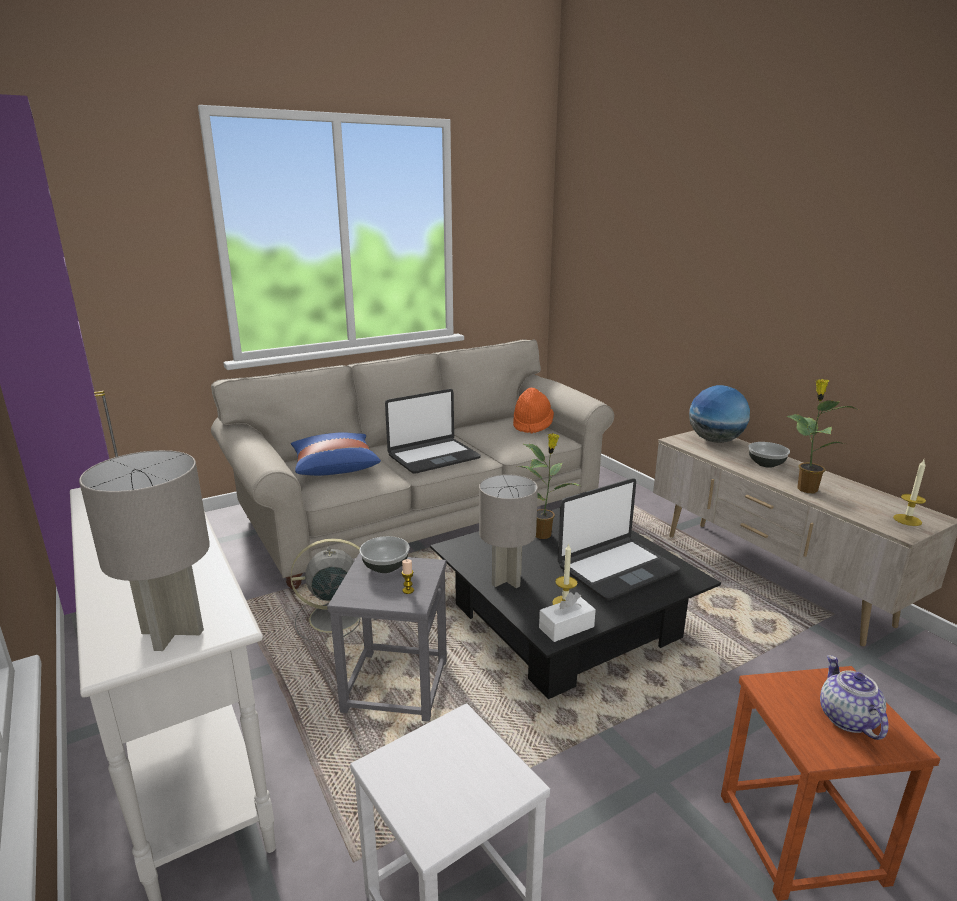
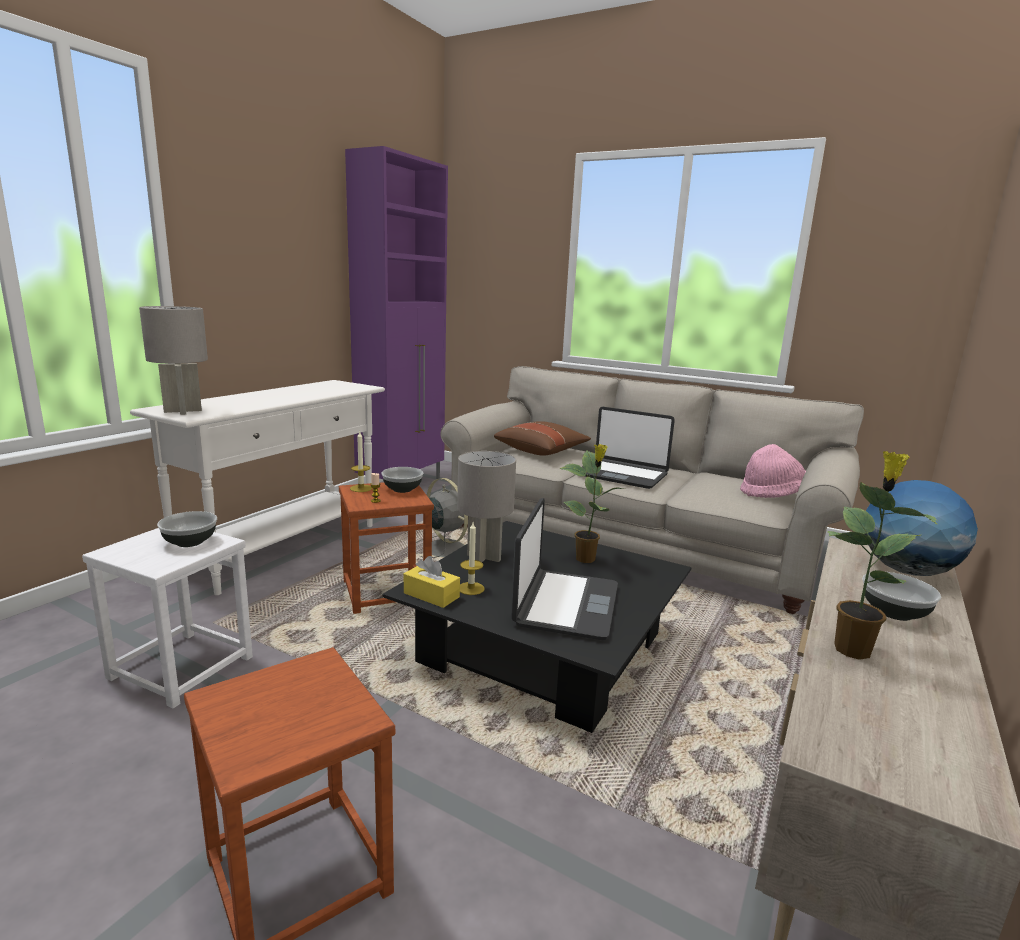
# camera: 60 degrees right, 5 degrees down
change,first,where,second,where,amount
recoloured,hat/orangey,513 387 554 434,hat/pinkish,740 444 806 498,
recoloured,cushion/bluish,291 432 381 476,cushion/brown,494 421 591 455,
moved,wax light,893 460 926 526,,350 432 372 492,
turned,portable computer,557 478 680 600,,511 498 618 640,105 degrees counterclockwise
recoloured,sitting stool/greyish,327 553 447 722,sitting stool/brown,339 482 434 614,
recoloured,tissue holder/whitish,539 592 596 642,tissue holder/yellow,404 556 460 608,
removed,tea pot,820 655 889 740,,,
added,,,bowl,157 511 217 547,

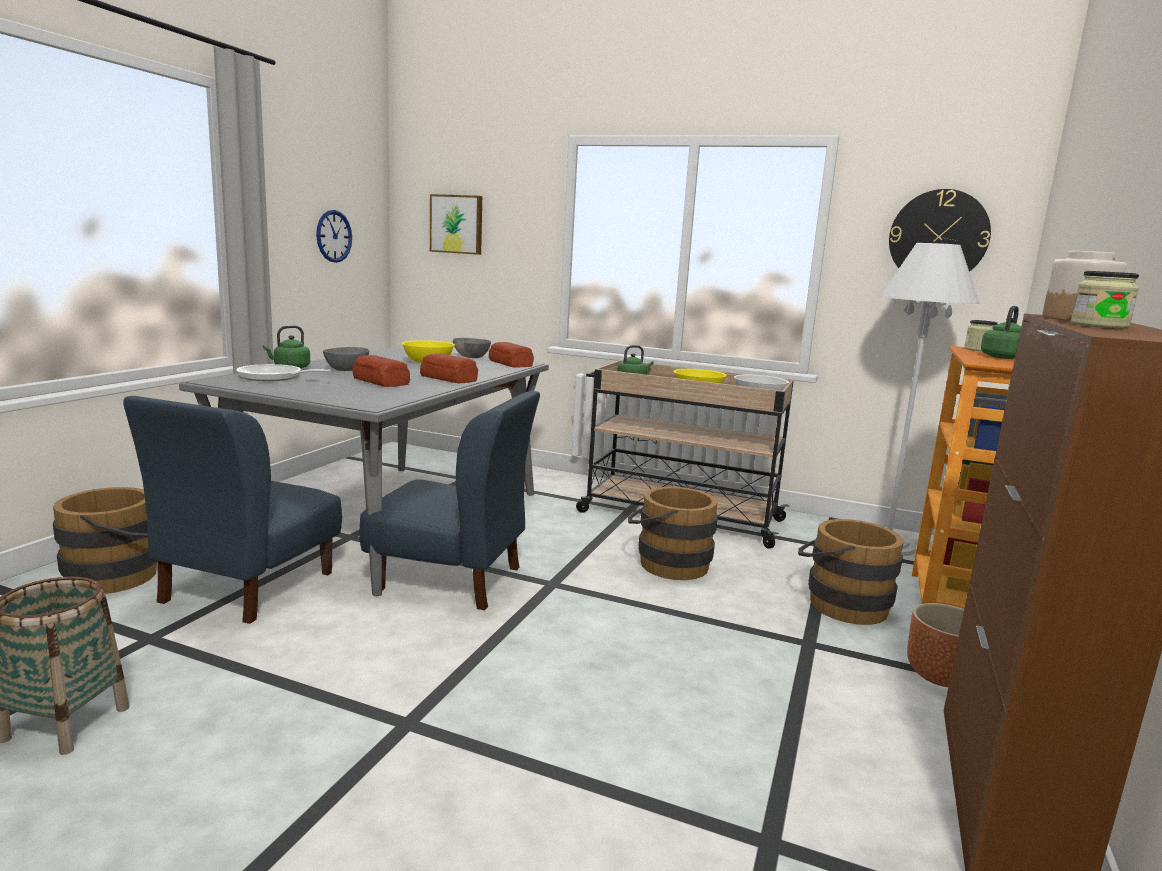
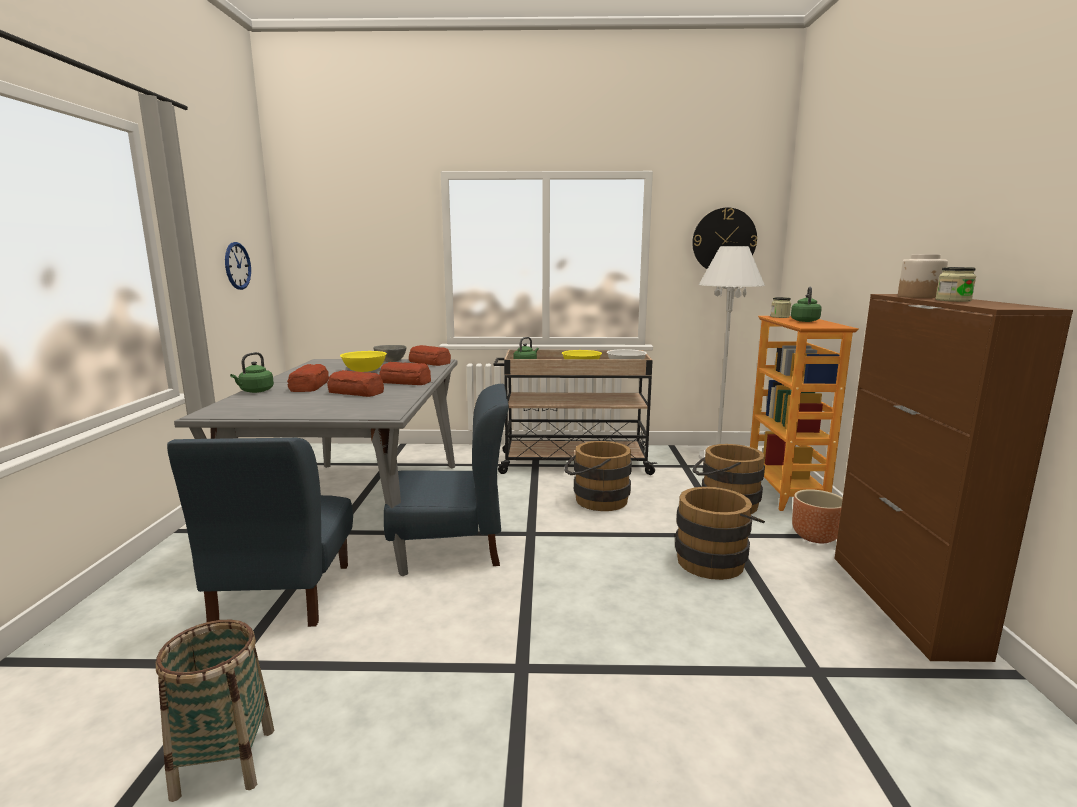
# camera: 20 degrees left, 0 degrees up
change,first,where,second,where,amount
removed,wall picture,430 194 482 255,,,
replaced,bowl/greyish,323 347 369 371,baked bread,287 364 329 392,
removed,pan,236 364 332 381,,,
moved,bucket/brown,53 487 157 594,,675 487 765 580,

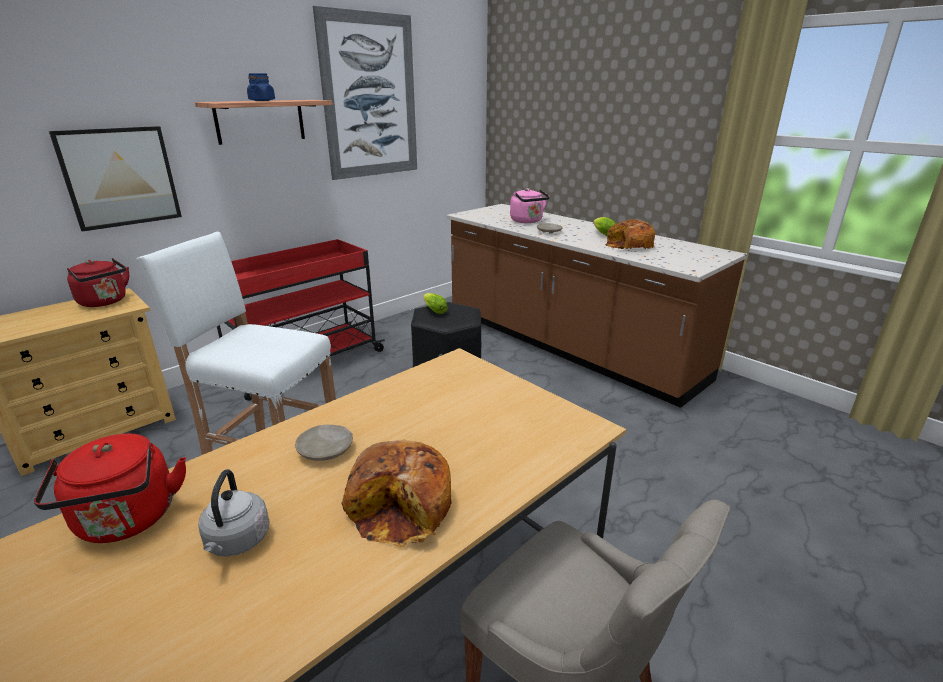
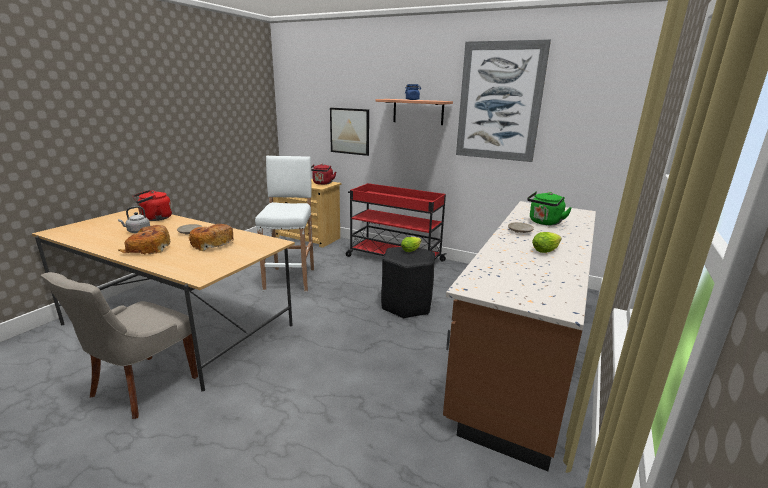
# camera: 70 degrees right, 5 degrees down
change,first,where,second,where,amount
recoloured,tea kettle/pinkish,510 188 550 223,tea kettle/greenish,527 191 572 225,
moved,baked bread,605 219 655 249,,189 224 234 251,

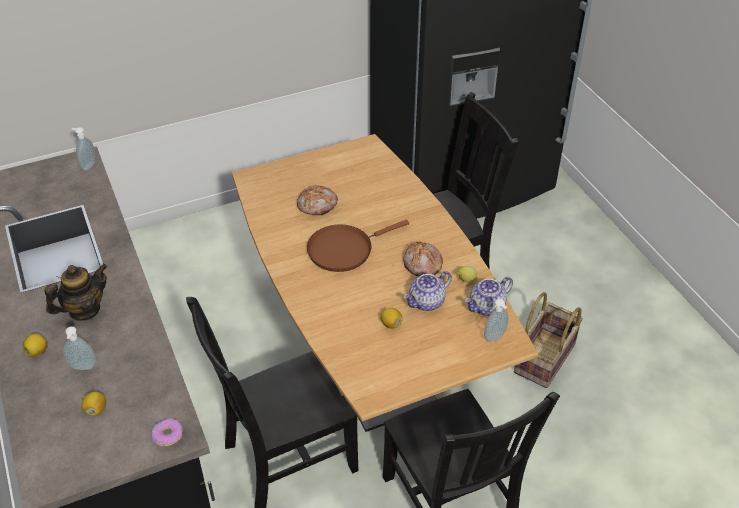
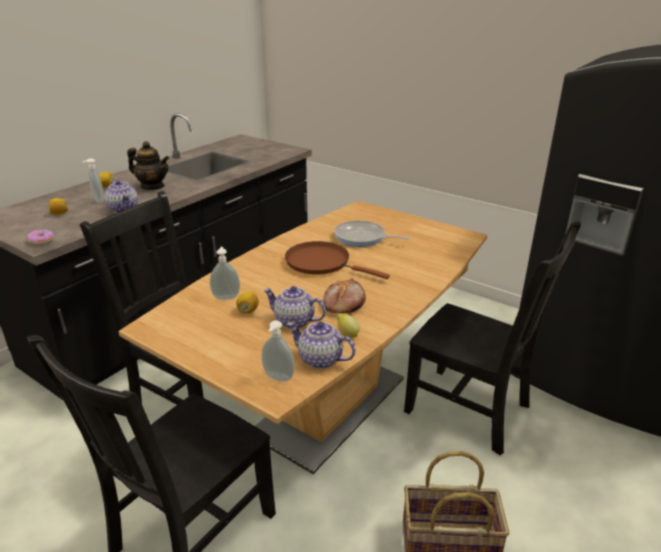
# camera: 60 degrees right, 15 degrees down
change,first,where,second,where,amount
moved,soap bottle,72 127 96 171,,210 247 240 300,
replaced,baked bread,297 185 338 215,pan,334 220 410 247,
added,,,tea pot,104 180 138 213,

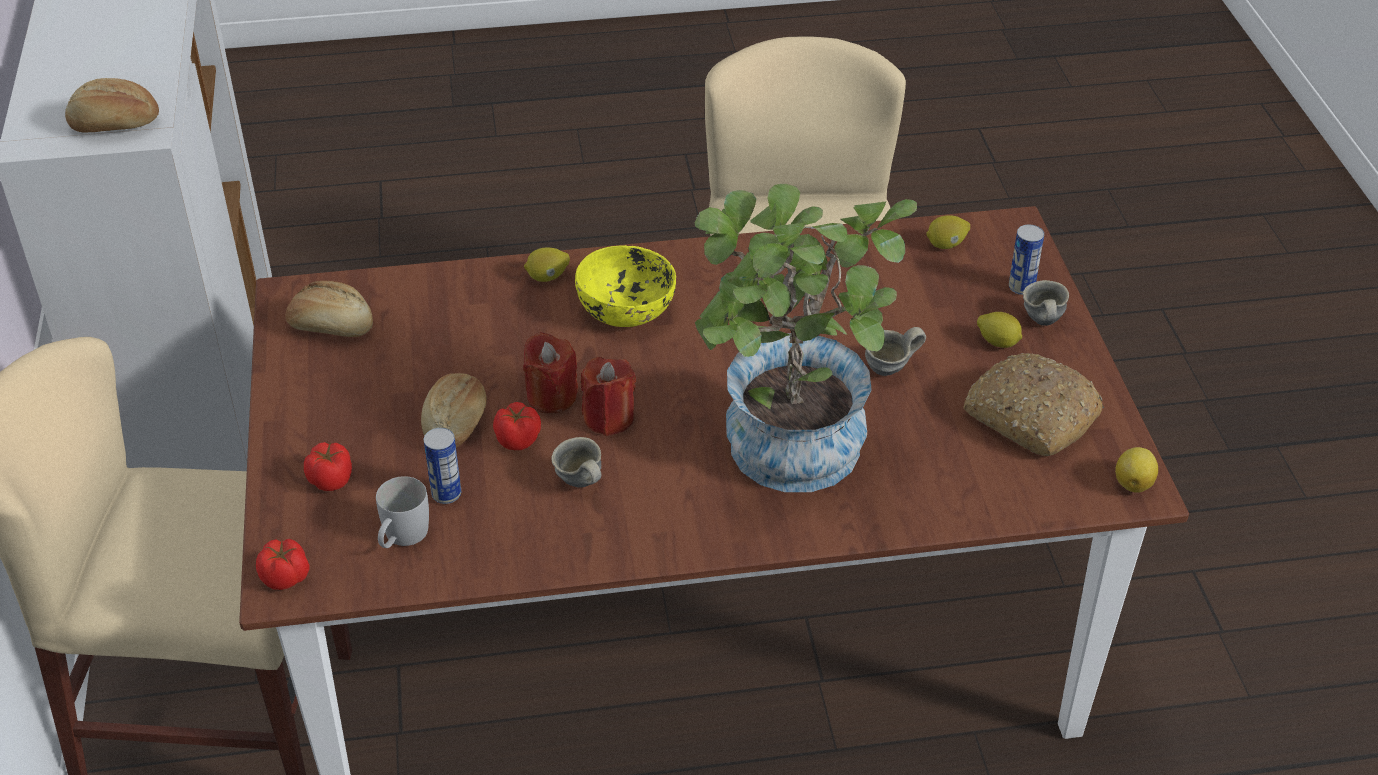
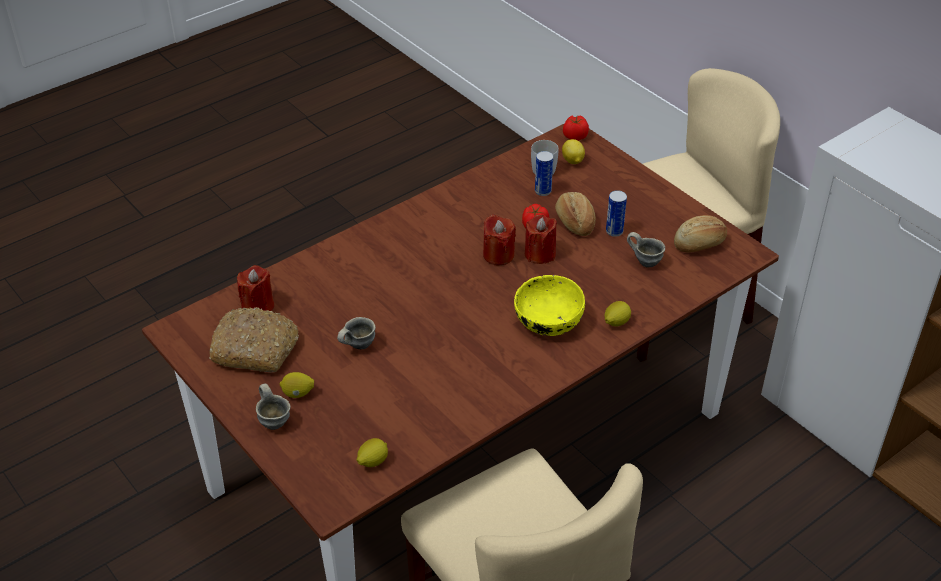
# camera: 150 degrees right, 0 degrees up
change,first,where,second,where,amount
removed,baked bread,65 78 159 133,,,
removed,potted plant,694 184 917 492,,,
moved,metal can,1009 225 1044 295,,606 190 627 237,
moved,tea mug/greyish,552 437 601 488,,627 232 665 268,
removed,tomato,304 442 352 491,,,
moved,lemon,1115 447 1158 493,,562 139 585 164,
added,,,wax light/red-coloured,237 265 274 311,

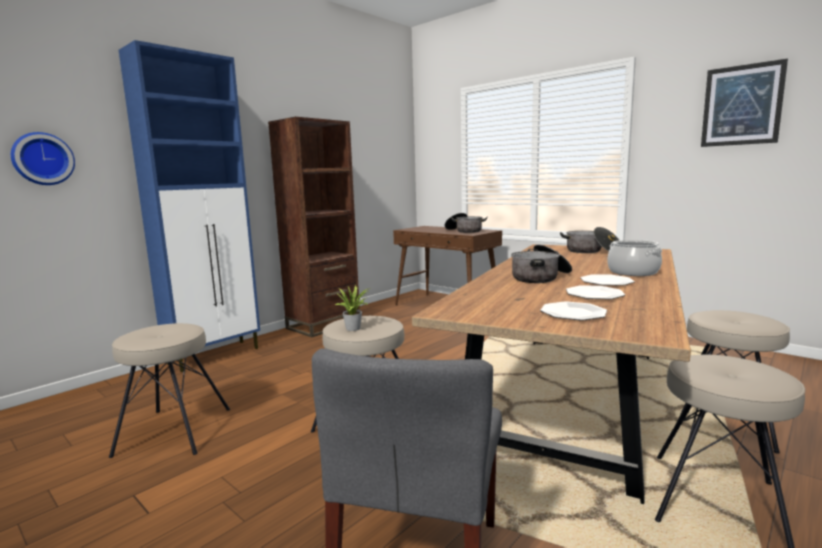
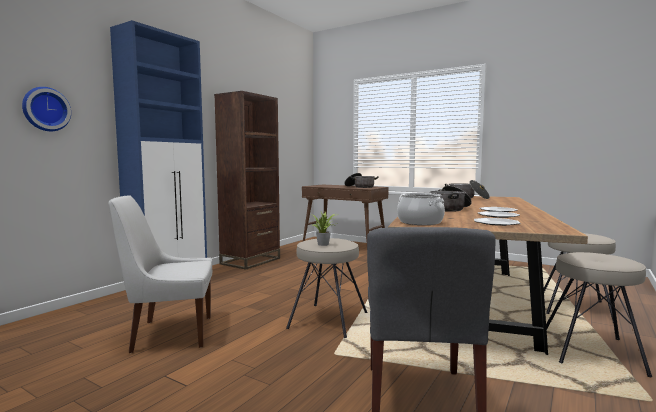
# camera: 10 degrees left, 5 degrees down
change,first,where,second,where,amount
removed,wall picture,701 59 788 147,,,
moved,stockpot,607 240 662 276,,397 193 445 225,
replaced,sitting stool/beige,109 323 230 458,plain chair/whitish,108 195 212 353,

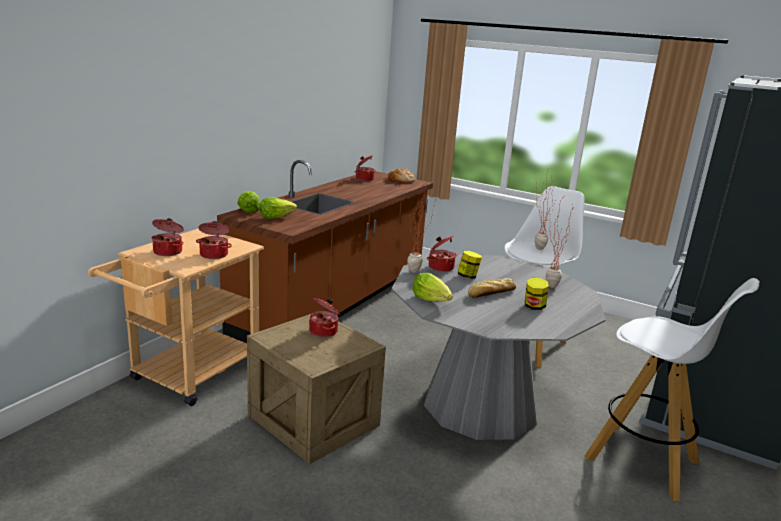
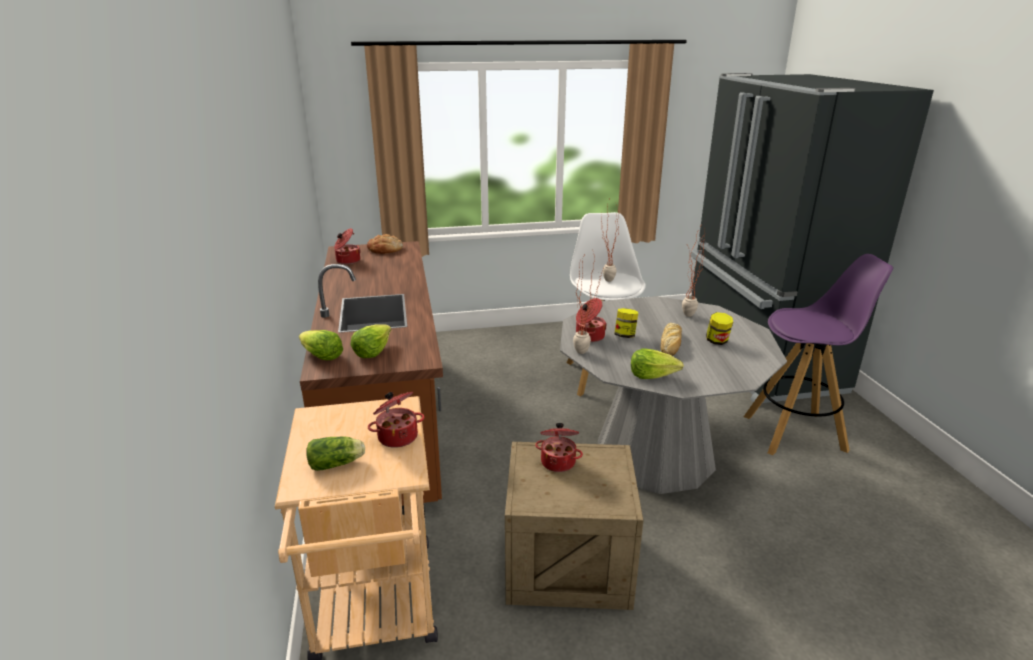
# camera: 40 degrees left, 5 degrees up
change,first,where,second,where,amount
replaced,stockpot,152 218 184 256,lettuce,307 437 365 471,
recoloured,sitting stool/whitish,585 278 760 501,sitting stool/purple,744 254 893 455,

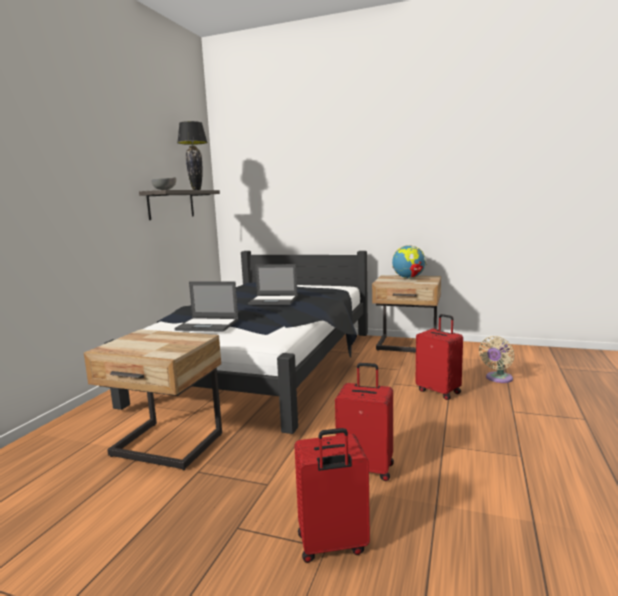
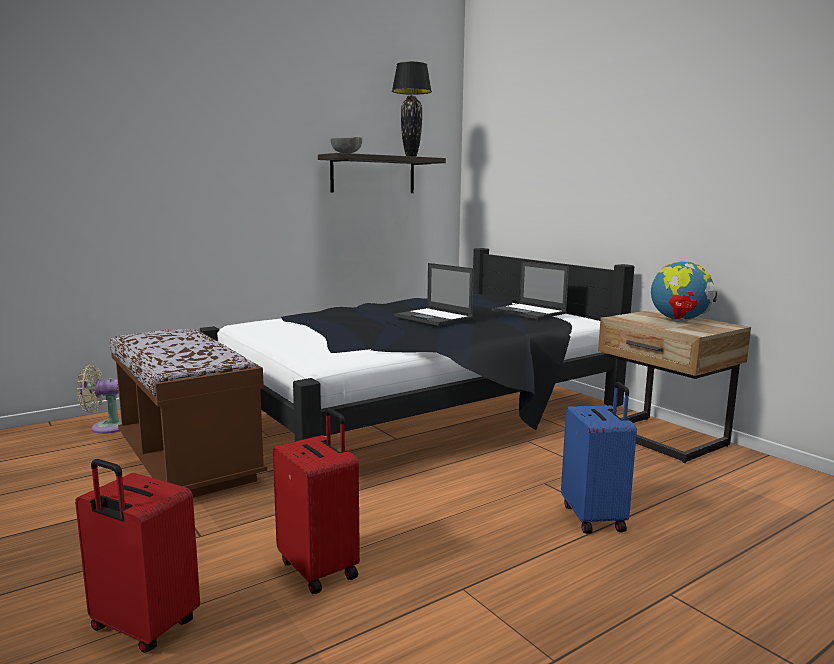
# camera: 35 degrees right, 0 degrees up
change,first,where,second,where,amount
moved,portable computer,174 282 239 332,,492 261 569 319,
recoloured,travel case/red-coloured,416 314 463 400,travel case/bluish,561 382 637 534,
replaced,bedside table/beige,84 329 222 470,indoor bench/brown,109 329 267 498,
moved,electric fan/beige,479 336 514 383,,77 365 122 434,

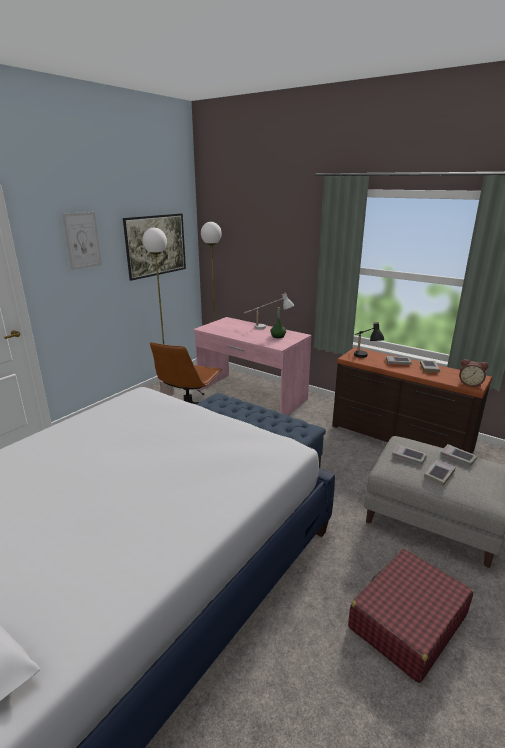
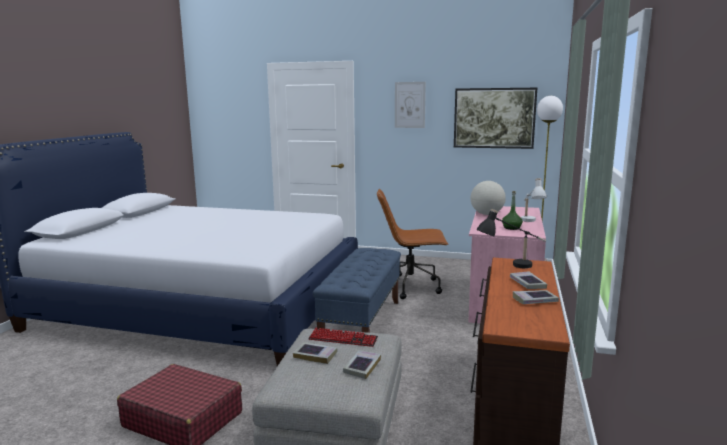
# camera: 70 degrees right, 10 degrees down
change,first,where,second,where,amount
removed,standing lamp,143 228 175 396,,,
removed,alarm clock,459 359 488 387,,,
replaced,volume,392 444 427 465,keyboard,308 328 378 347,
added,,,desk globe,471 181 506 215,

